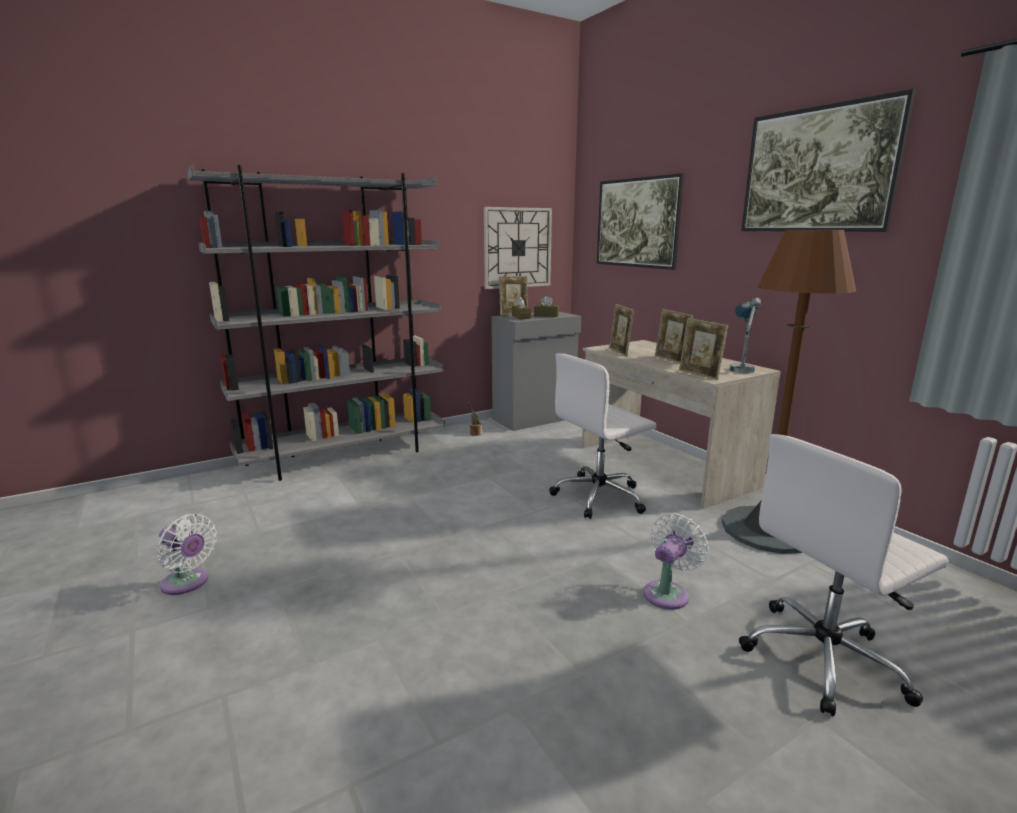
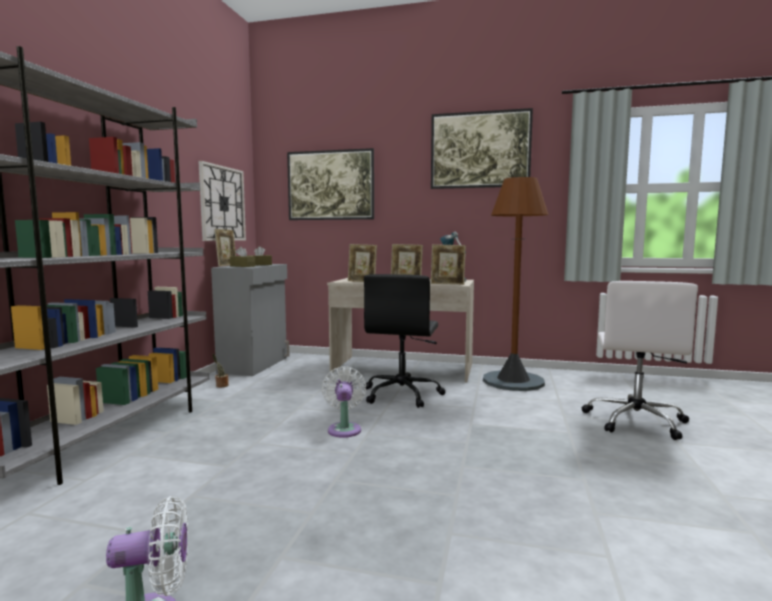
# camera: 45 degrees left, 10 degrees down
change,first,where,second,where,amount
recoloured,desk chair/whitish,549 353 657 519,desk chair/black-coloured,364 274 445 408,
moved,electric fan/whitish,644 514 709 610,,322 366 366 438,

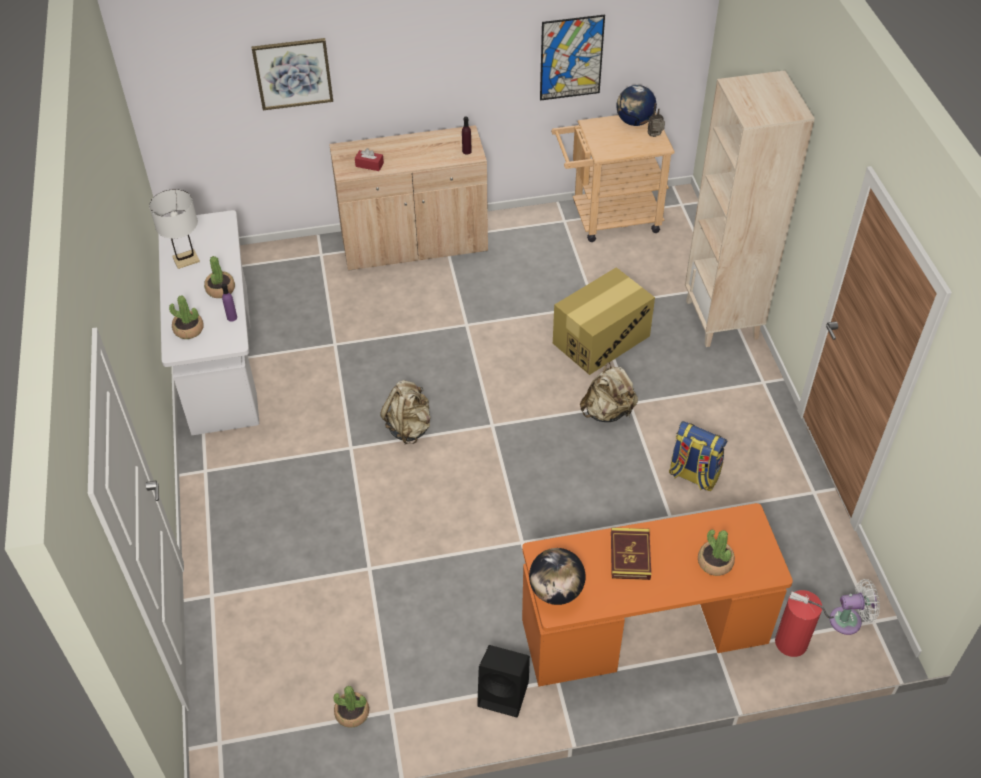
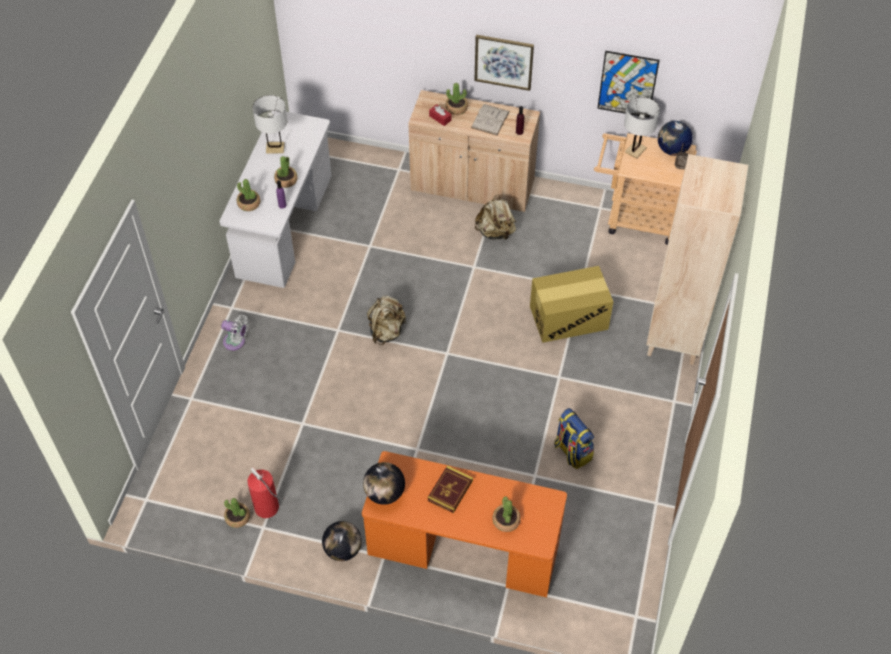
# camera: 25 degrees right, 5 degrees up
change,first,where,second,where,amount
moved,wall picture,251 38 333 110,,474 35 534 91,
moved,knapsack/beige,580 362 638 422,,475 195 516 240,
moved,electric fan/whitish,830 579 880 635,,221 315 249 351,
moved,extinguisher,775 590 834 657,,247 468 284 518,
replaced,loudspeaker/black-coloured,477 645 530 718,desk globe,322 521 362 561,
added,,,potted plant,446 83 468 115,
added,,,table lamp/whitish,624 97 660 159,
added,,,volume/whitish,471 104 510 136,

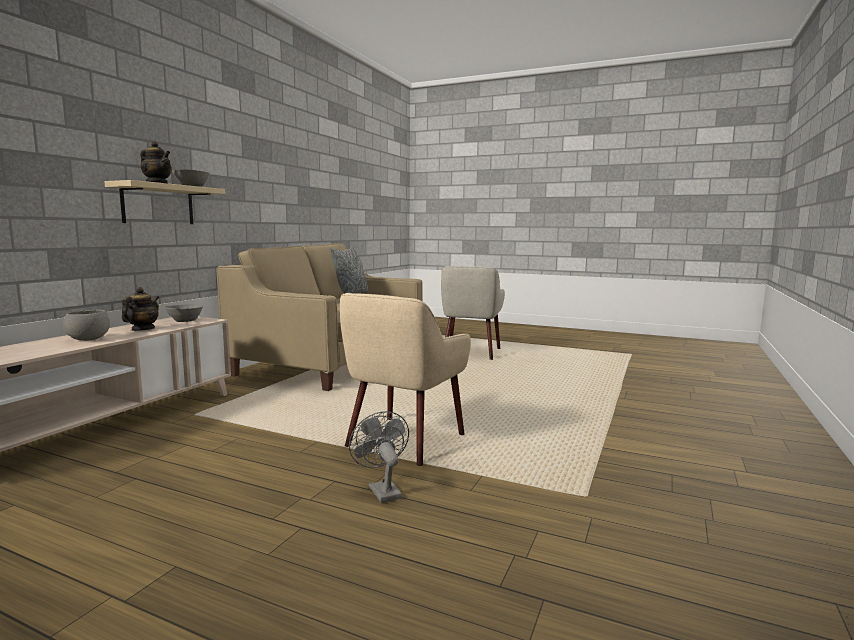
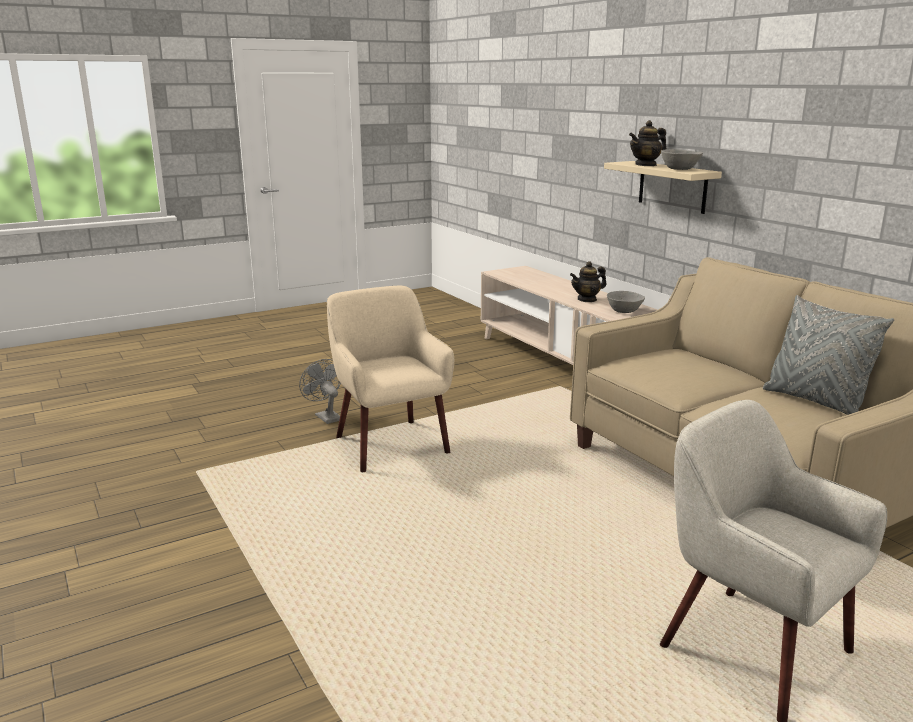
# camera: 125 degrees right, 10 degrees up
change,first,where,second,where,amount
turned,tea pot,122 287 159 331,,570 261 607 302,105 degrees clockwise
removed,bowl/greyish,63 310 110 341,,,
turned,electric fan/greyish,349 411 409 503,,299 359 341 424,135 degrees counterclockwise

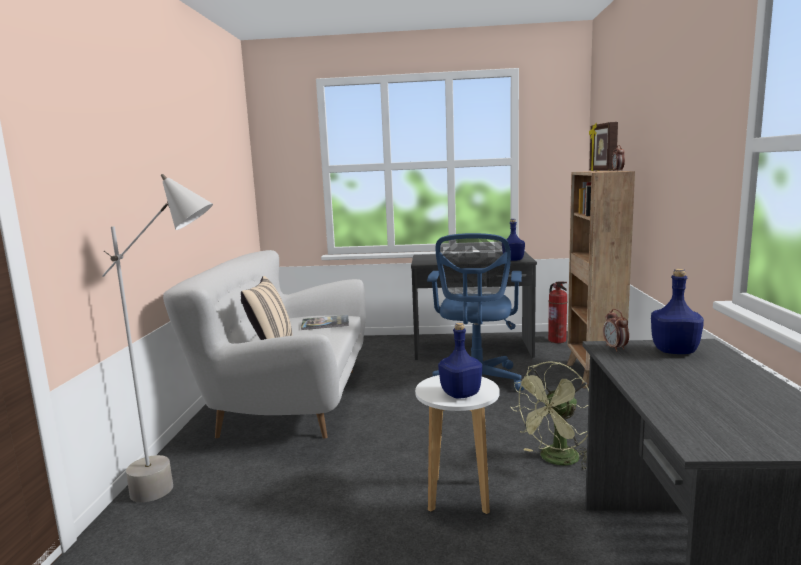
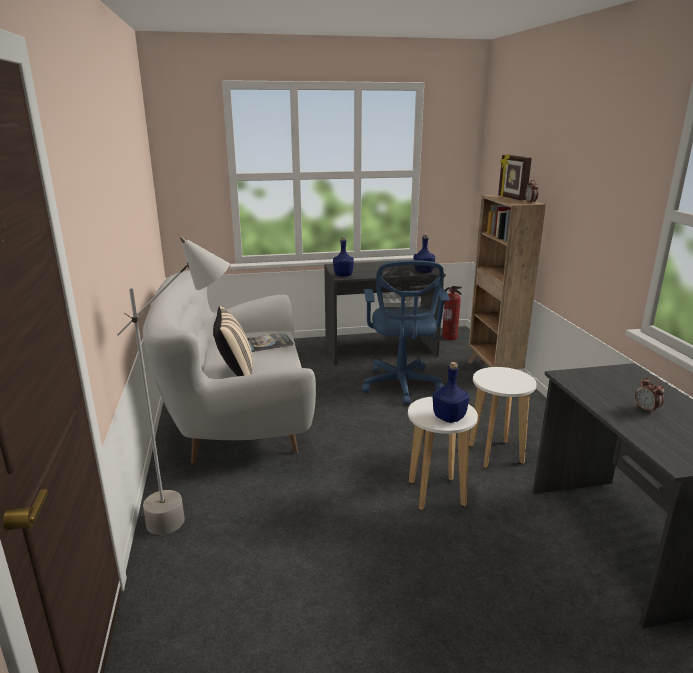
# camera: 15 degrees left, 10 degrees up
change,first,where,second,where,amount
moved,drink bottle/bluish,651 269 704 354,,333 237 354 277,
moved,alarm clock,603 309 629 351,,635 377 664 414,
replaced,electric fan/greenish,511 361 589 471,sitting stool/whitish,469 367 537 468,

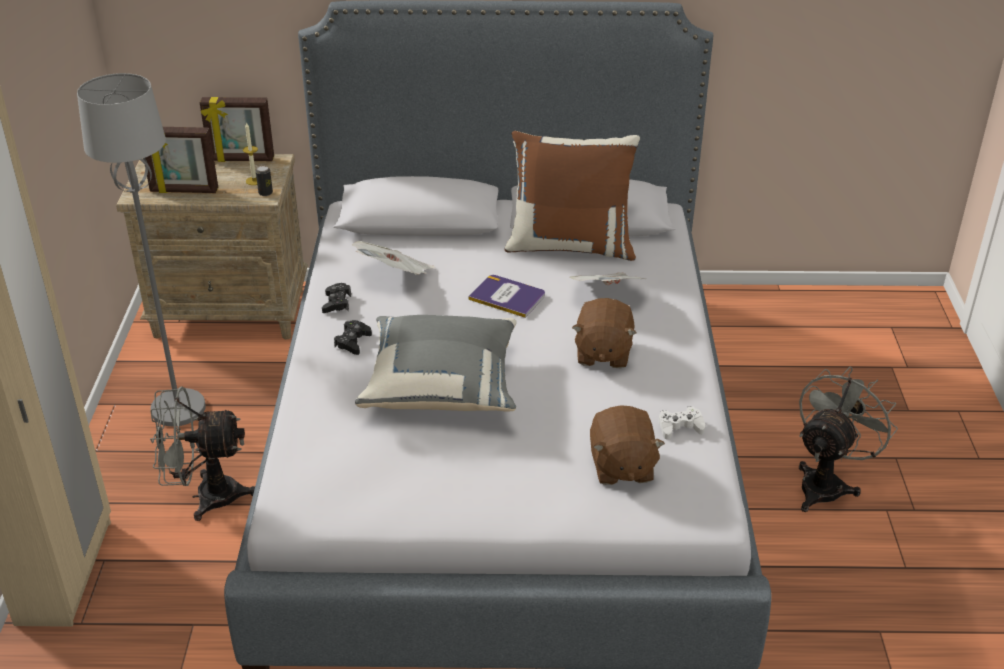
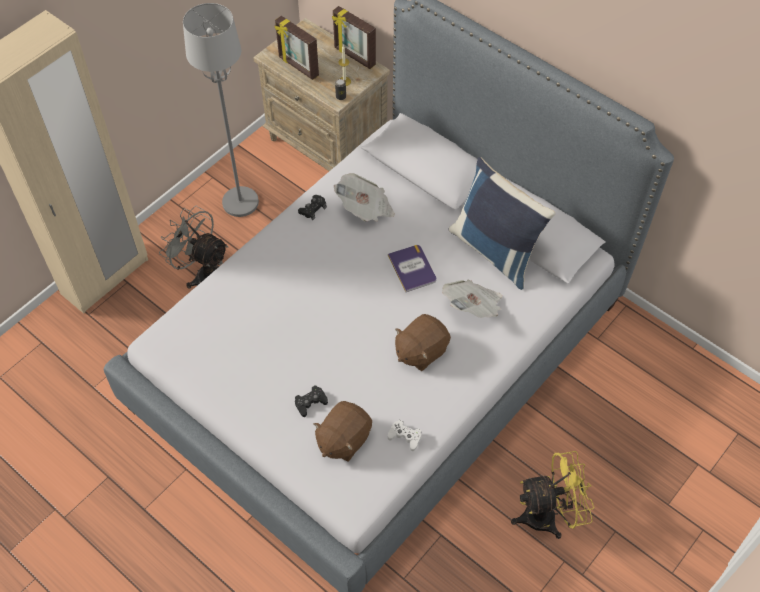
# camera: 40 degrees right, 20 degrees up
change,first,where,second,where,amount
recoloured,cushion/brown,504 131 640 261,cushion/bluish,449 157 555 290,
removed,cushion/greyish,355 315 517 412,,,
moved,gamepad/black-coloured,334 320 372 355,,295 385 328 417,
recoloured,electric fan/greyish,799 366 898 512,electric fan/yellow,511 451 595 539,

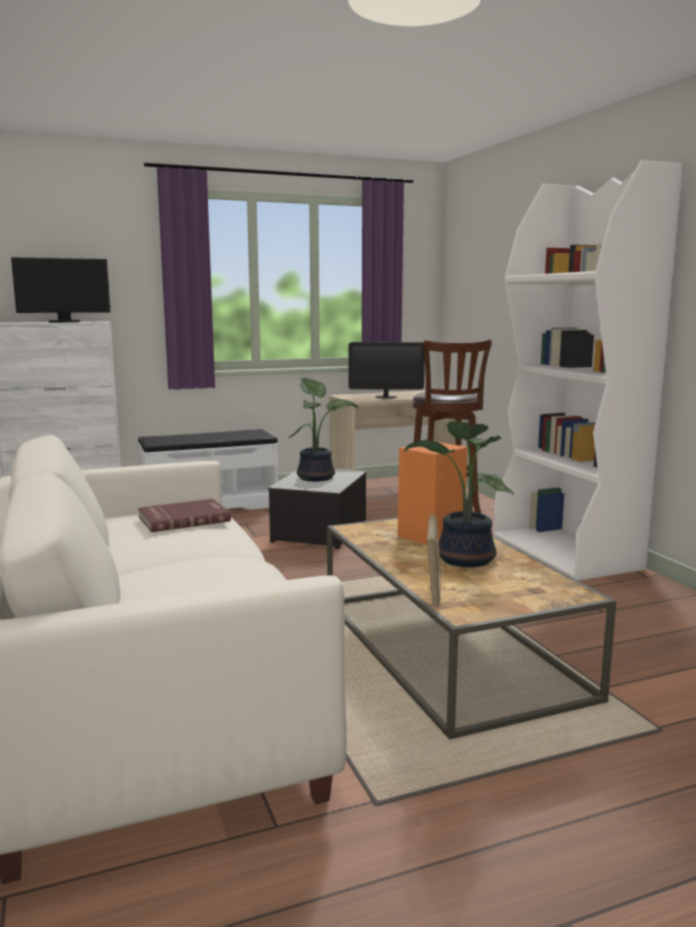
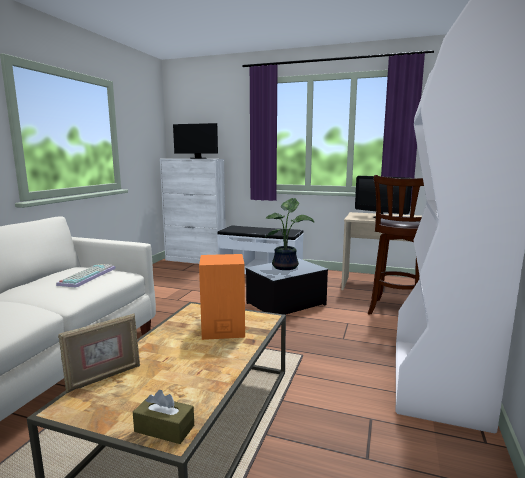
# camera: 40 degrees right, 0 degrees up
change,first,where,second,where,amount
removed,potted plant,404 421 514 567,,,
replaced,volume/red-coloured,138 499 231 532,keyboard,56 264 116 288,
added,,,tissue holder/brown,133 390 194 444,

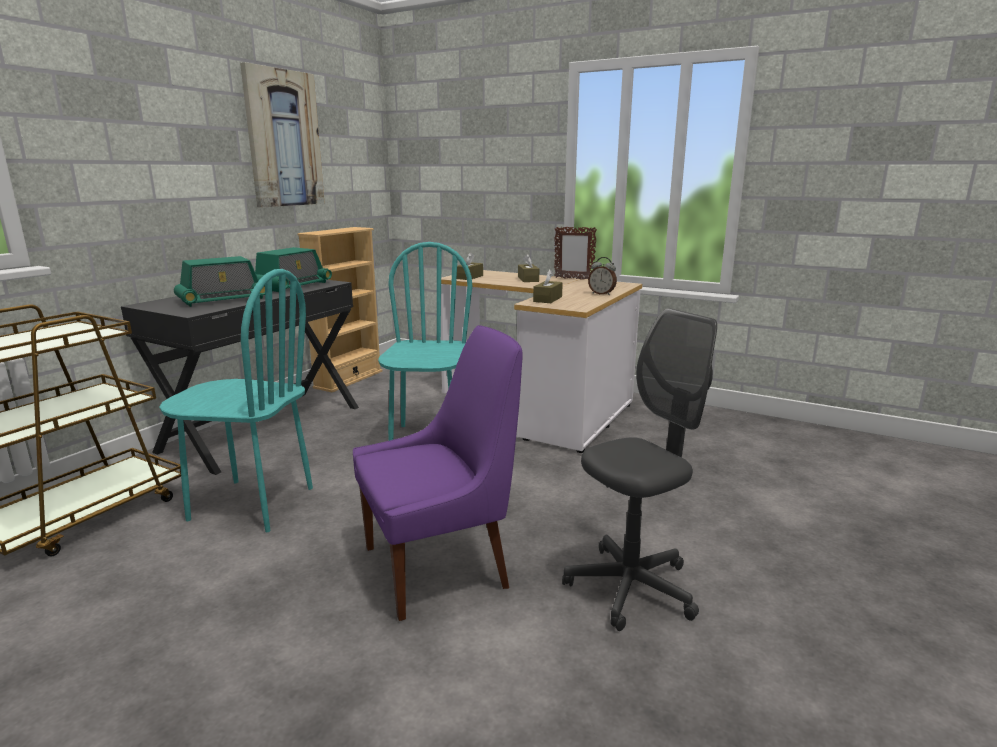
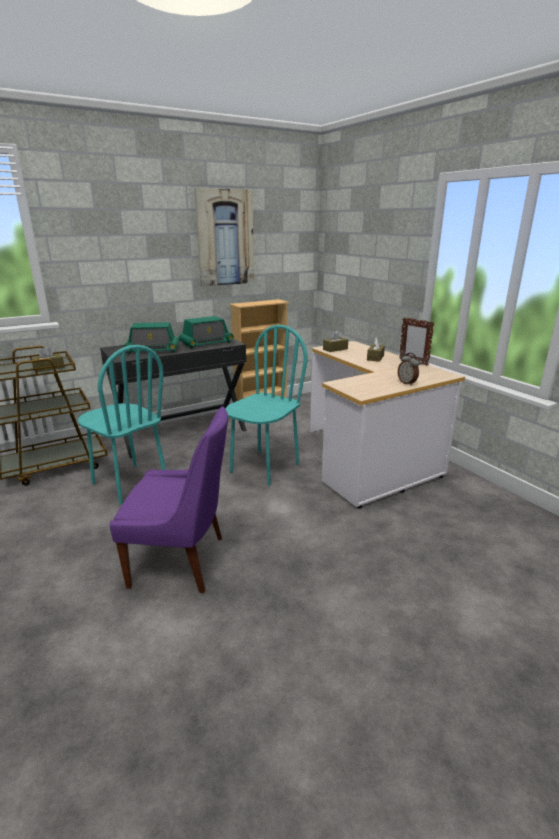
# camera: 30 degrees right, 5 degrees up
change,first,where,second,where,amount
moved,tissue holder/brown,533 269 563 303,,31 346 65 372,
removed,desk chair/greyish,562 308 717 631,,,

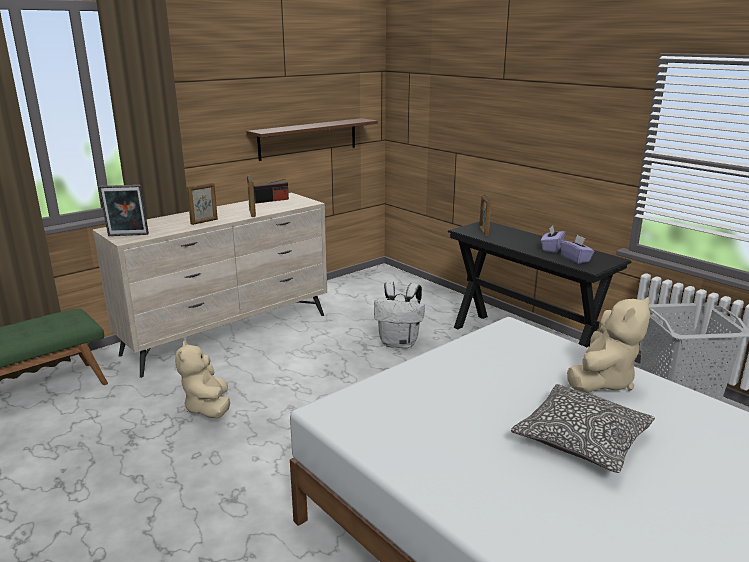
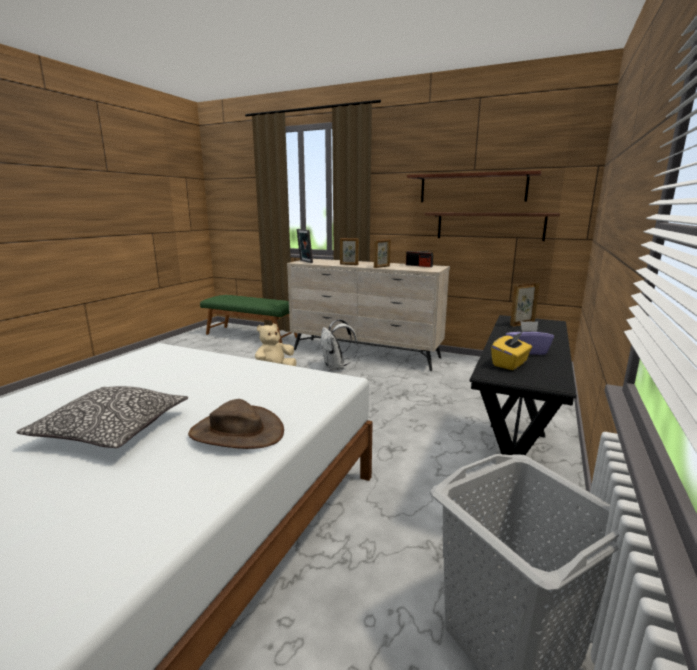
# camera: 65 degrees right, 5 degrees down
change,first,where,second,where,amount
recoloured,tissue holder/purple,560 235 594 264,tissue holder/yellow,491 332 532 370,
moved,knapsack/whitish,374 282 425 348,,320 319 358 371,
replaced,cuddly toy/beige,567 297 651 393,hat/brown,188 399 284 449,
added,,,shelf/brown,407 171 541 202,

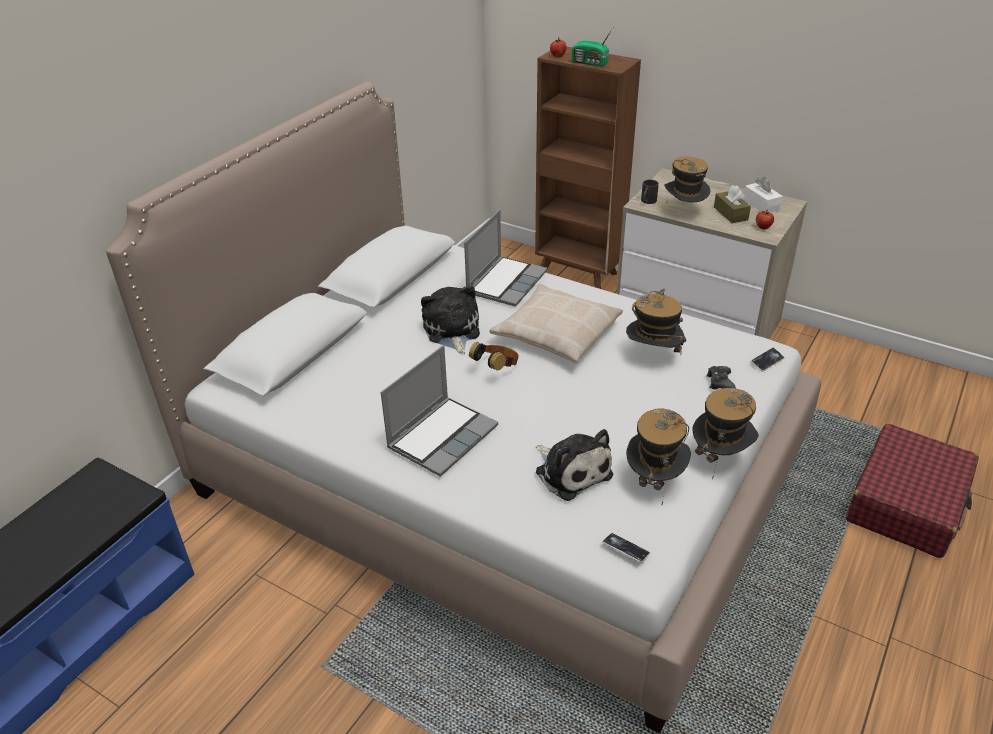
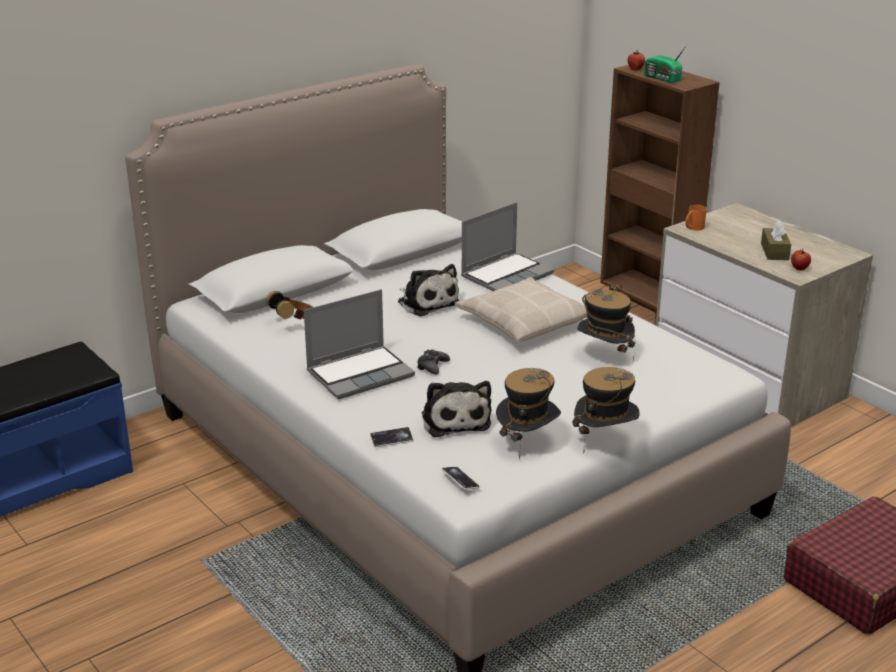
# camera: 20 degrees right, 10 degrees down
change,first,where,second,where,amount
removed,hat,664 157 710 202,,,
removed,tissue holder/whitish,743 177 783 213,,,
recoloured,tea mug/black-coloured,641 180 659 204,tea mug/orangey,685 205 707 231,
turned,cuddly toy,421 285 480 354,,398 264 459 316,135 degrees clockwise
moved,pair of headphones,469 342 519 371,,266 291 313 320,
moved,handset,751 348 784 372,,370 427 413 447,
moved,gamepad/black-coloured,707 366 736 390,,417 350 450 375,

